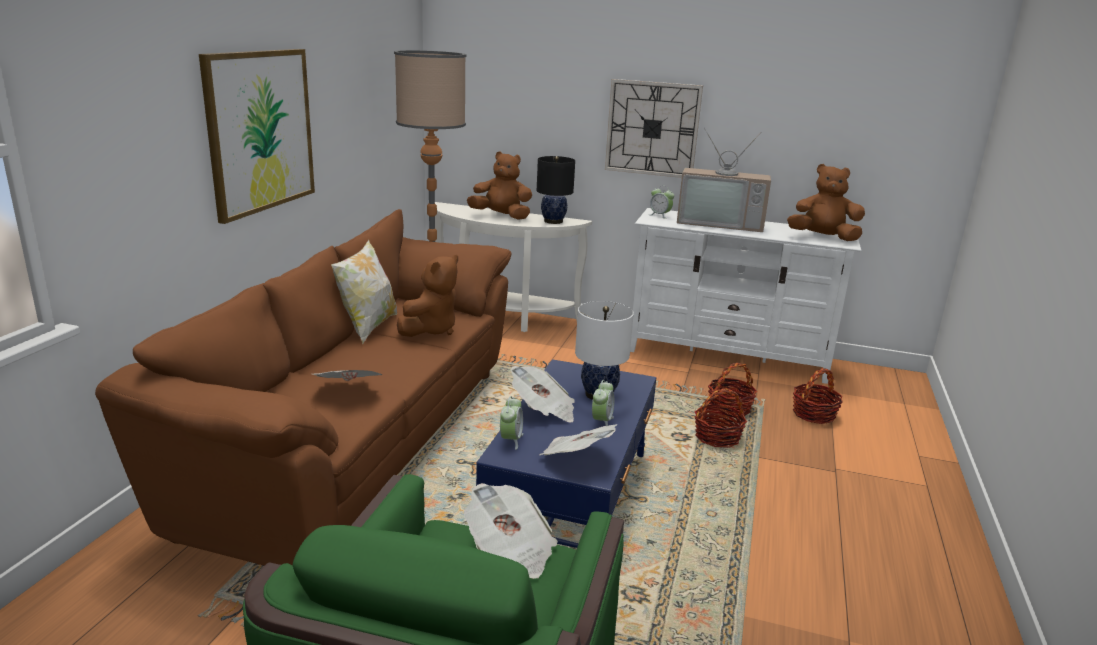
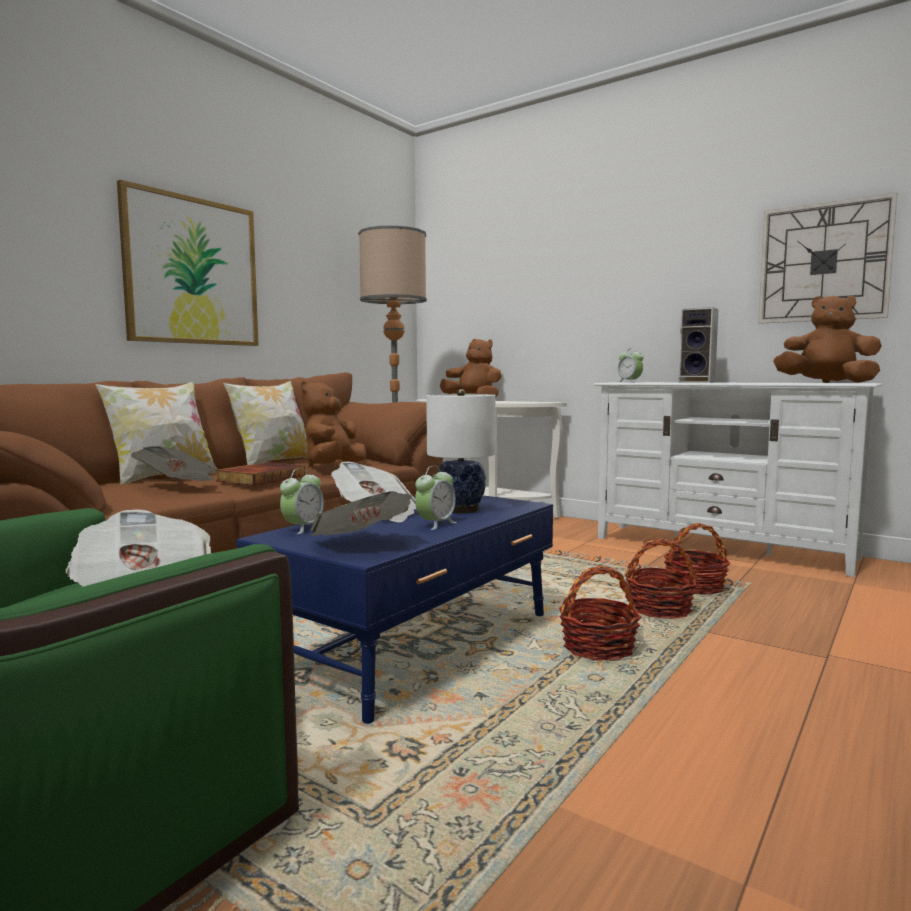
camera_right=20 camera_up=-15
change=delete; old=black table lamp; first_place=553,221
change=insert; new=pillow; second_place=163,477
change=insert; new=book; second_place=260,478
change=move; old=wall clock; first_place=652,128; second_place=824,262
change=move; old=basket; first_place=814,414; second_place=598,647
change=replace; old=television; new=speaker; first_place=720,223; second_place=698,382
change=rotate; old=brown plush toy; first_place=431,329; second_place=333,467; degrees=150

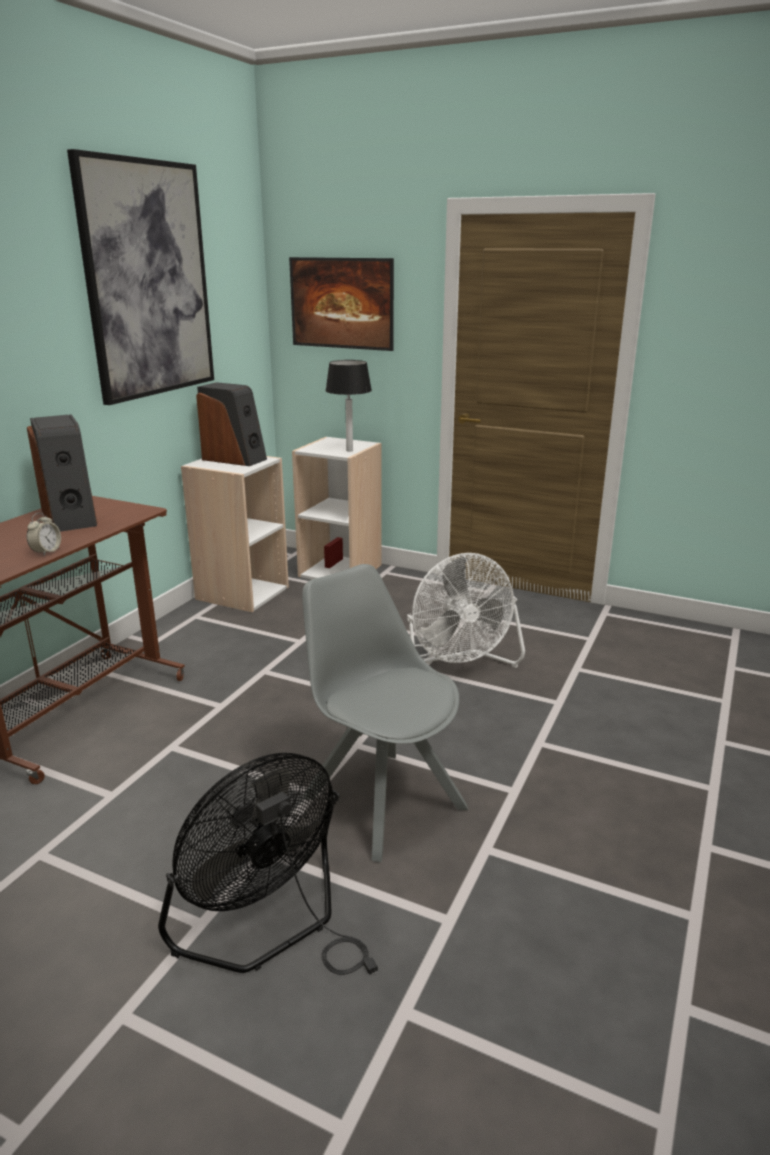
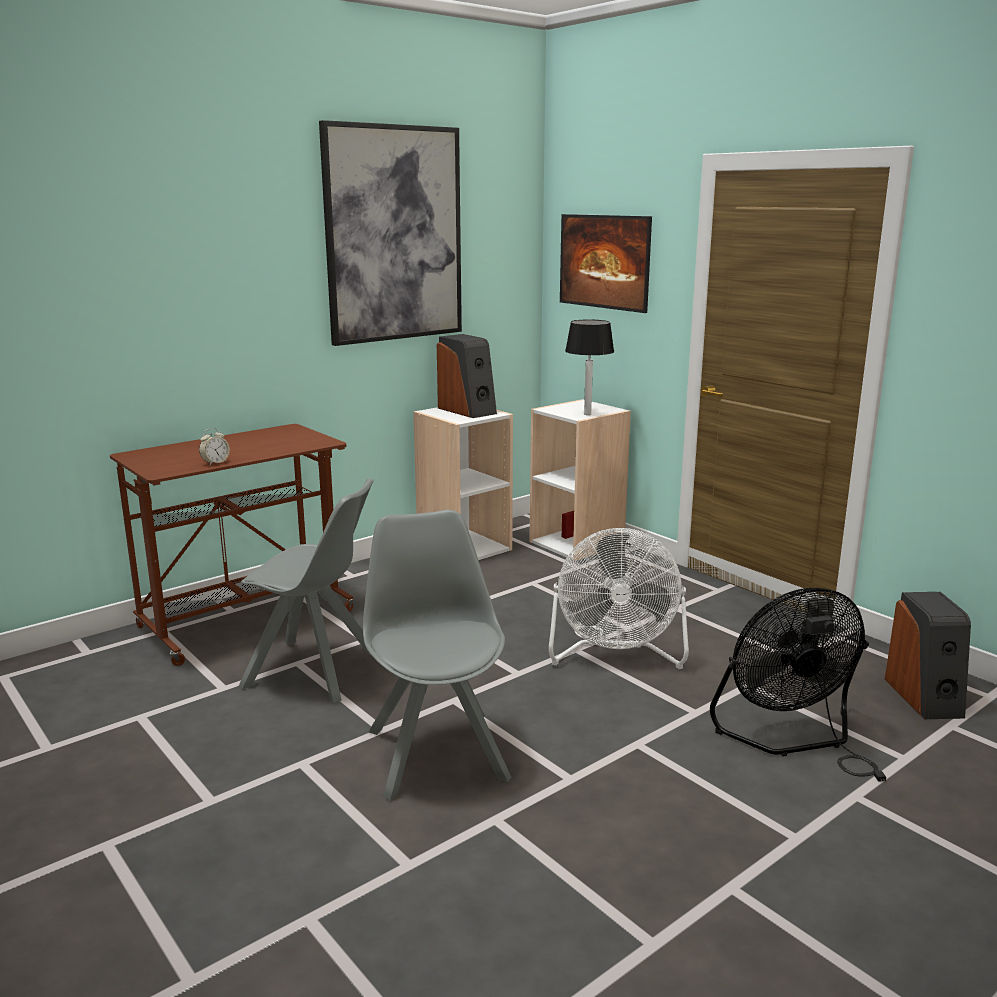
camera_right=25 camera_up=-5
change=insert; new=grey chair; second_place=315,671
change=move; old=speaker; first_place=71,517; second_place=925,697
change=move; old=black fan; first_place=280,927; second_place=802,738

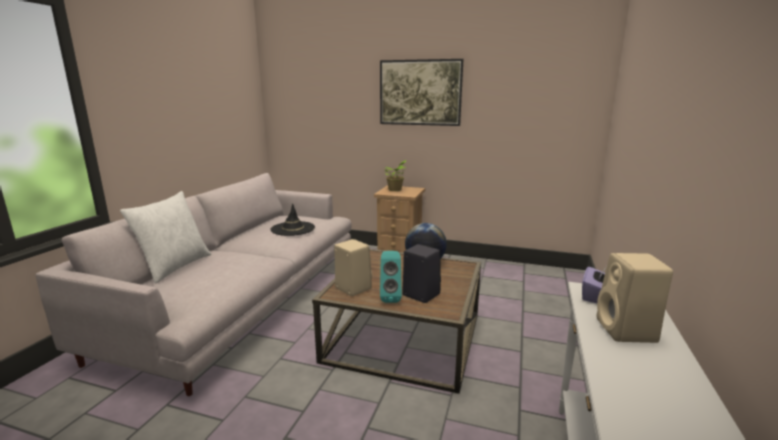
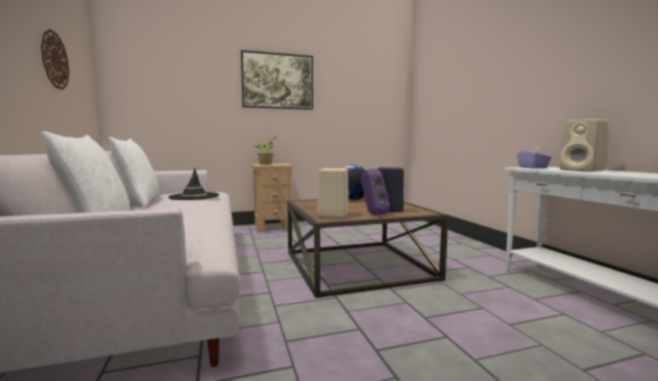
camera_right=-35 camera_up=-10
change=insert; new=wall clock; second_place=54,60
change=insert; new=white pillow; second_place=139,202
change=recolor; old=turquoise speaker; new=purple speaker; first_place=390,297; second_place=372,214

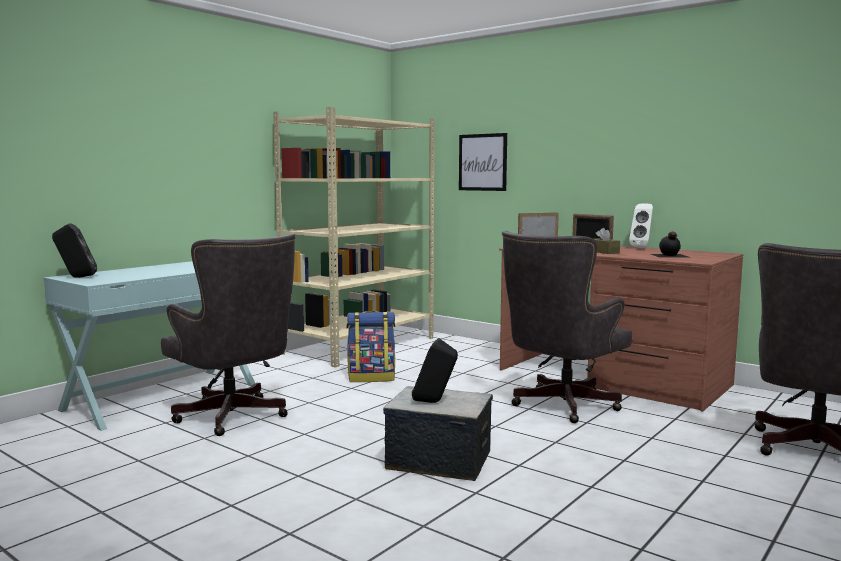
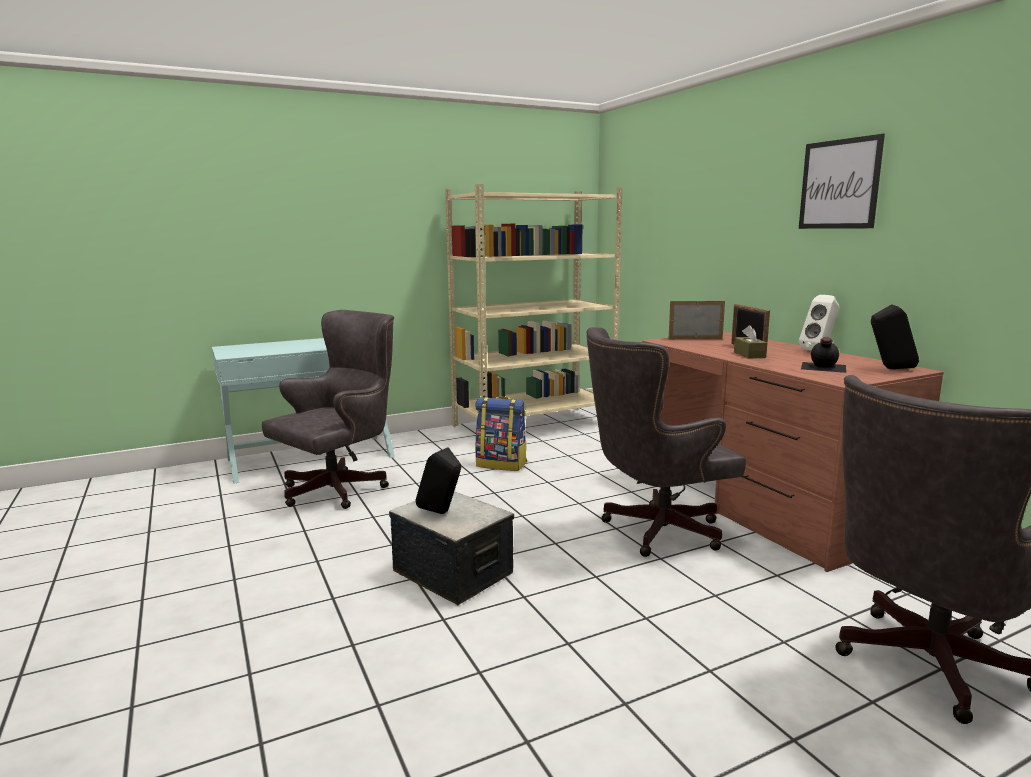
camera_right=25 camera_up=5
change=move; old=black speaker; first_place=76,277; second_place=890,368
change=move; old=picture; first_place=482,162; second_place=839,184
change=rotate; old=grey office chair; first_place=235,417; second_place=339,488; degrees=-120

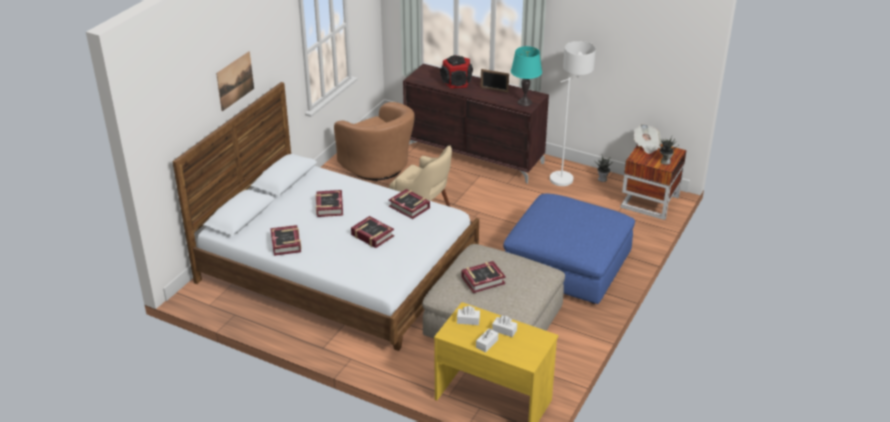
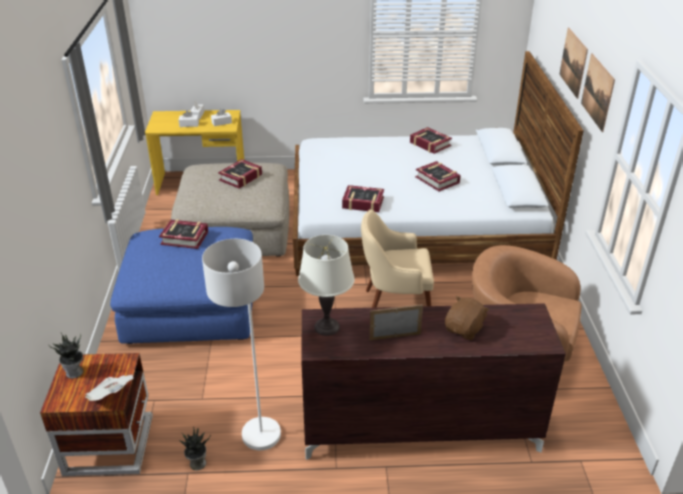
camera_right=150 camera_up=0
change=insert; new=picture; second_place=597,92
change=move; old=book; first_place=372,235; second_place=185,238
change=replace; old=speaker; new=brown plush toy; first_place=457,82; second_place=464,329
change=recolor; old=turquoise table lamp; new=white table lamp; first_place=524,102; second_place=327,327

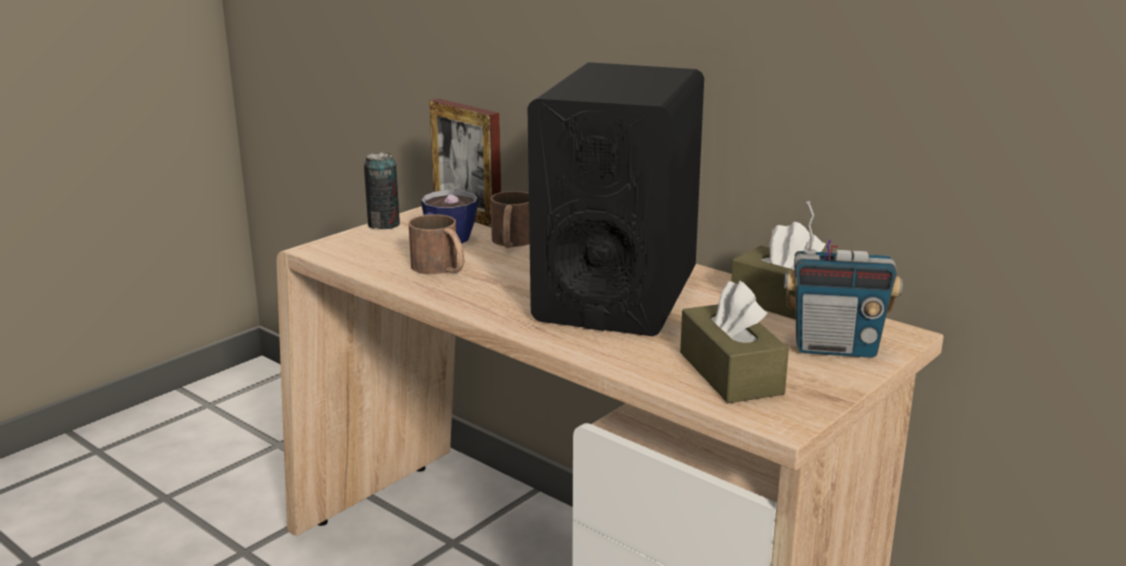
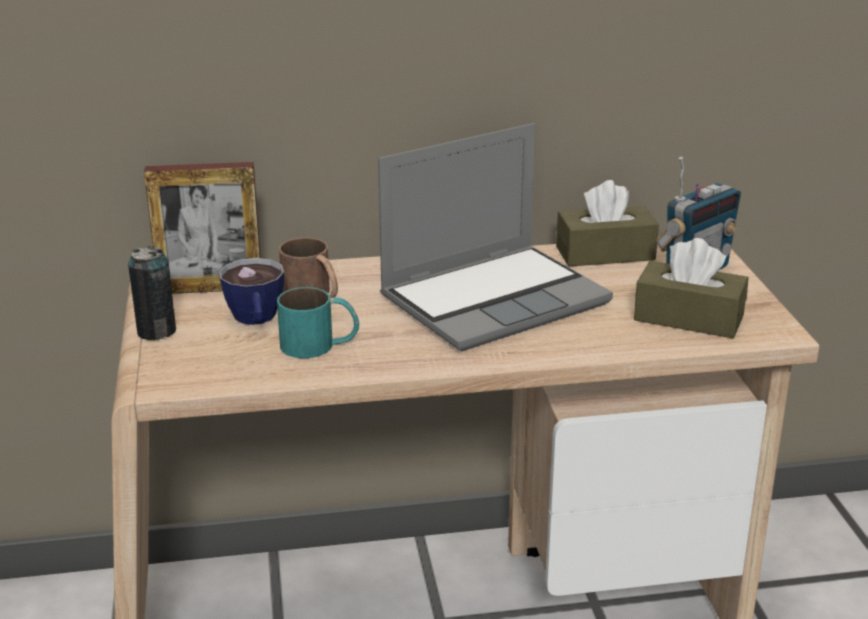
camera_right=-50 camera_up=5
change=replace; old=black speaker; new=laptop; first_place=617,294; second_place=495,299
change=recolor; old=brown mug; new=turquoise mug; first_place=441,269; second_place=320,345

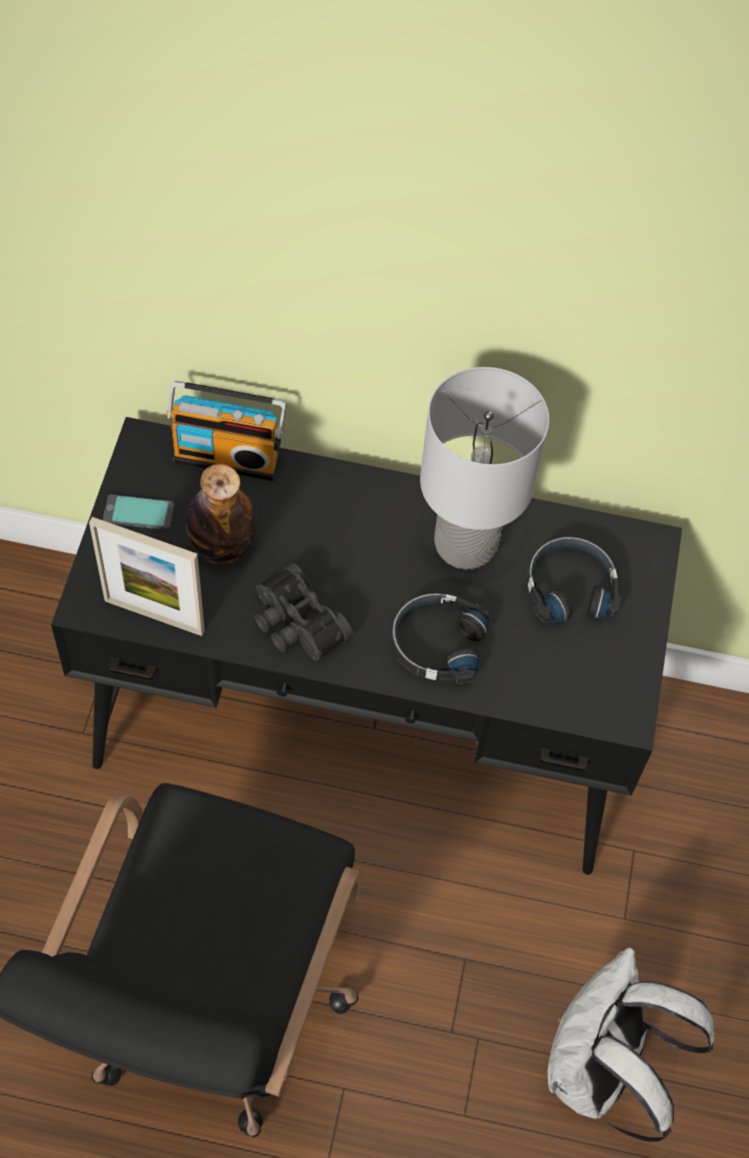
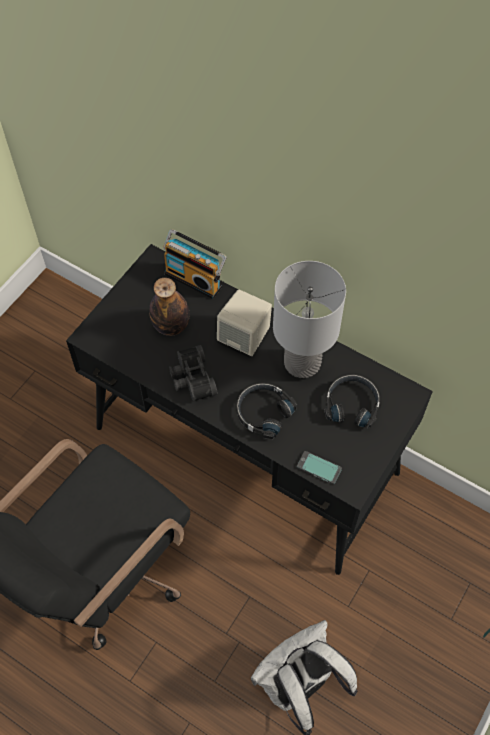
camera_right=25 camera_up=0
change=delete; old=picture frame; first_place=154,615
change=insert; new=beige speaker; second_place=244,338
change=move; old=phone; first_place=138,513; second_place=319,468

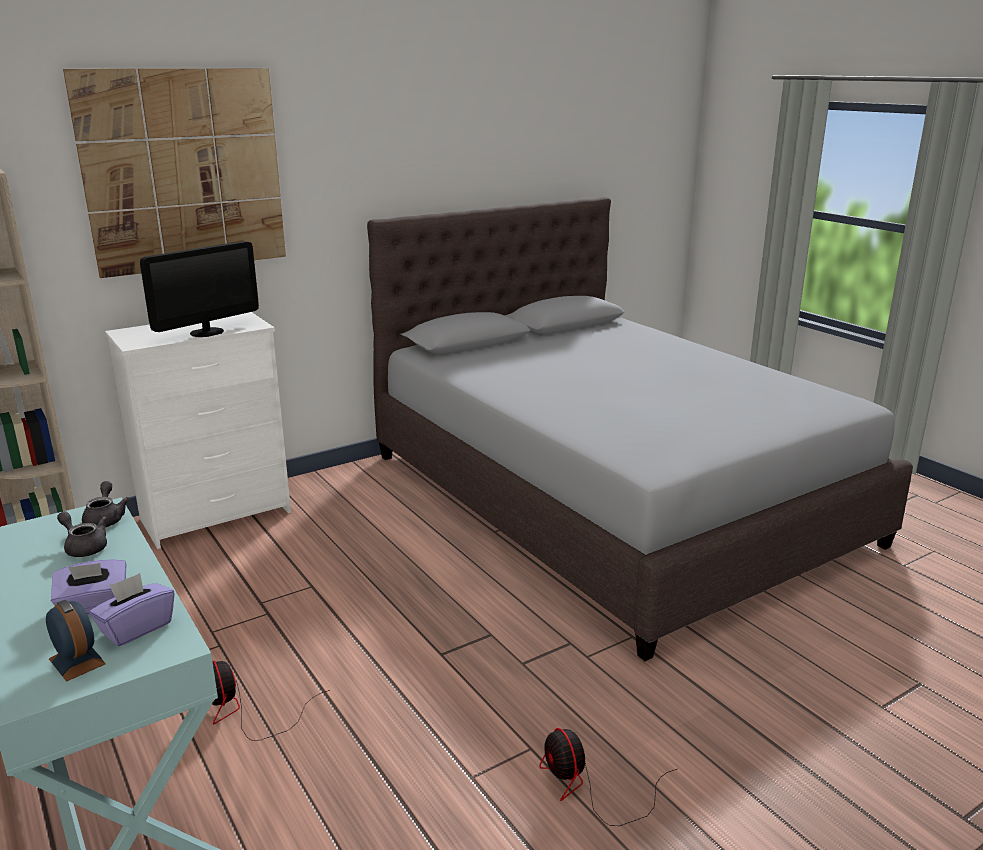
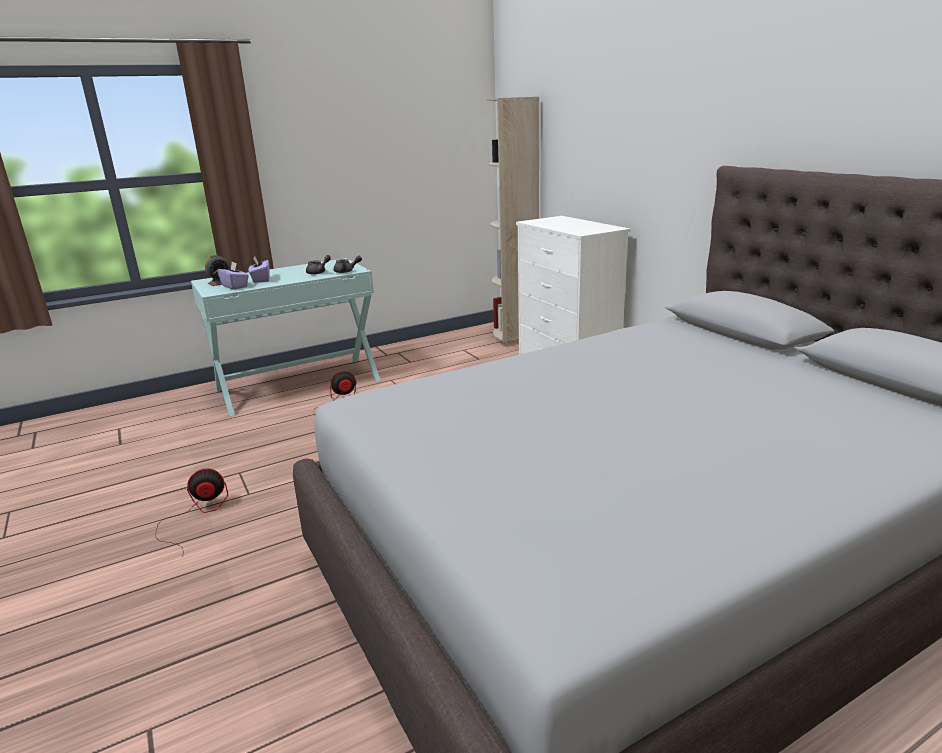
camera_right=95 camera_up=0
change=delete; old=picture; first_place=184,171
change=delete; old=monitor; first_place=207,332

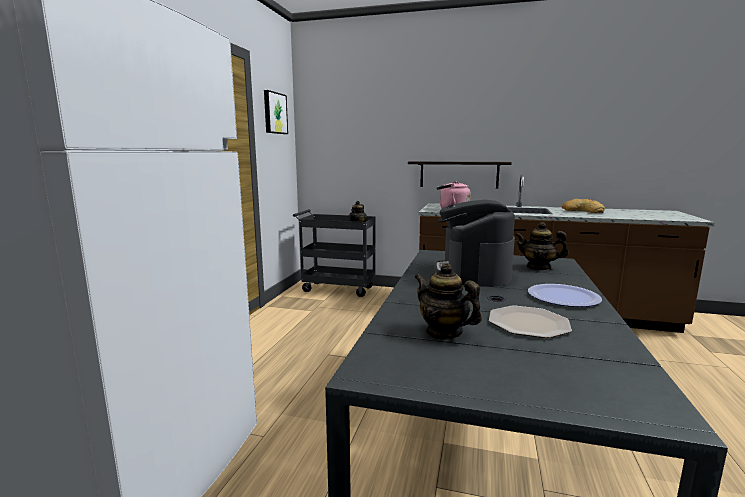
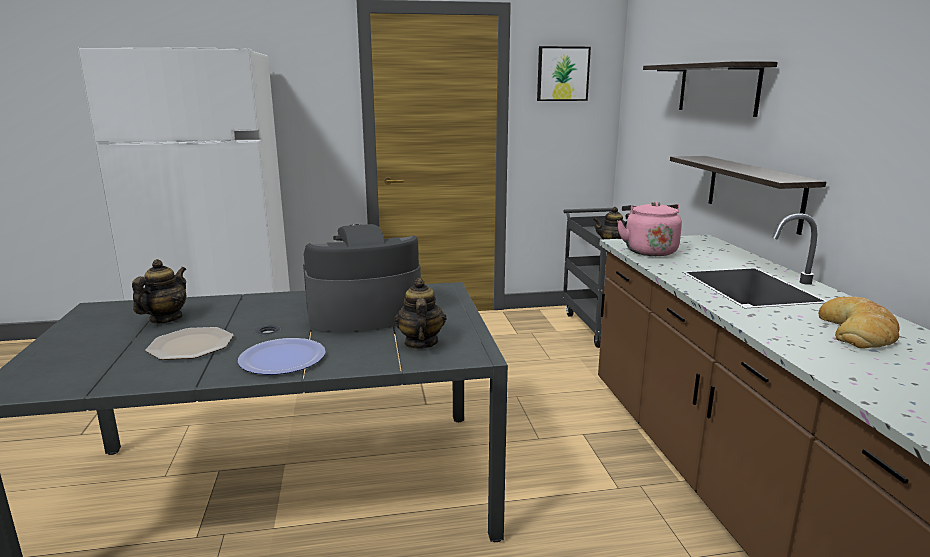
camera_right=65 camera_up=5
change=insert; new=shelf; second_place=717,88

